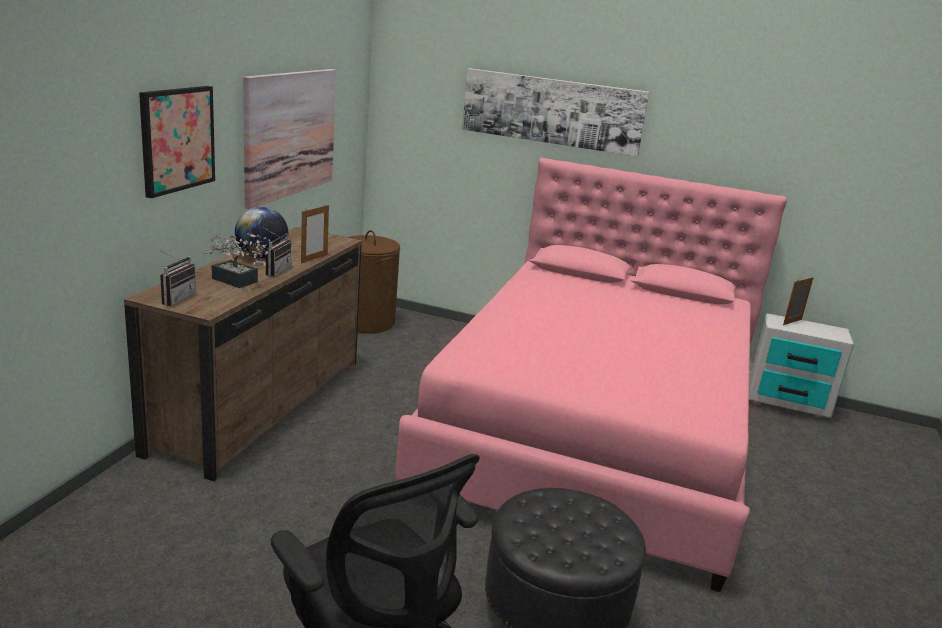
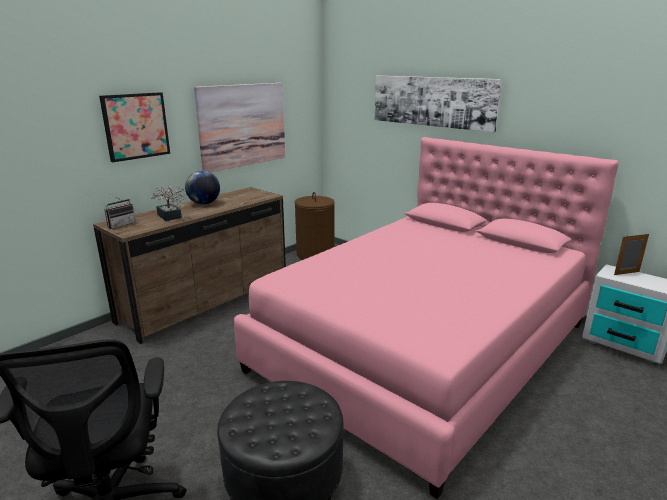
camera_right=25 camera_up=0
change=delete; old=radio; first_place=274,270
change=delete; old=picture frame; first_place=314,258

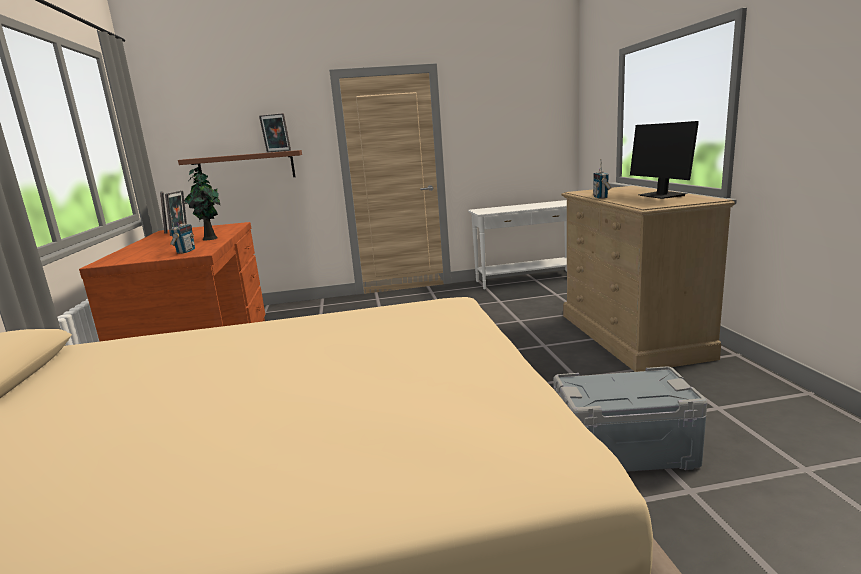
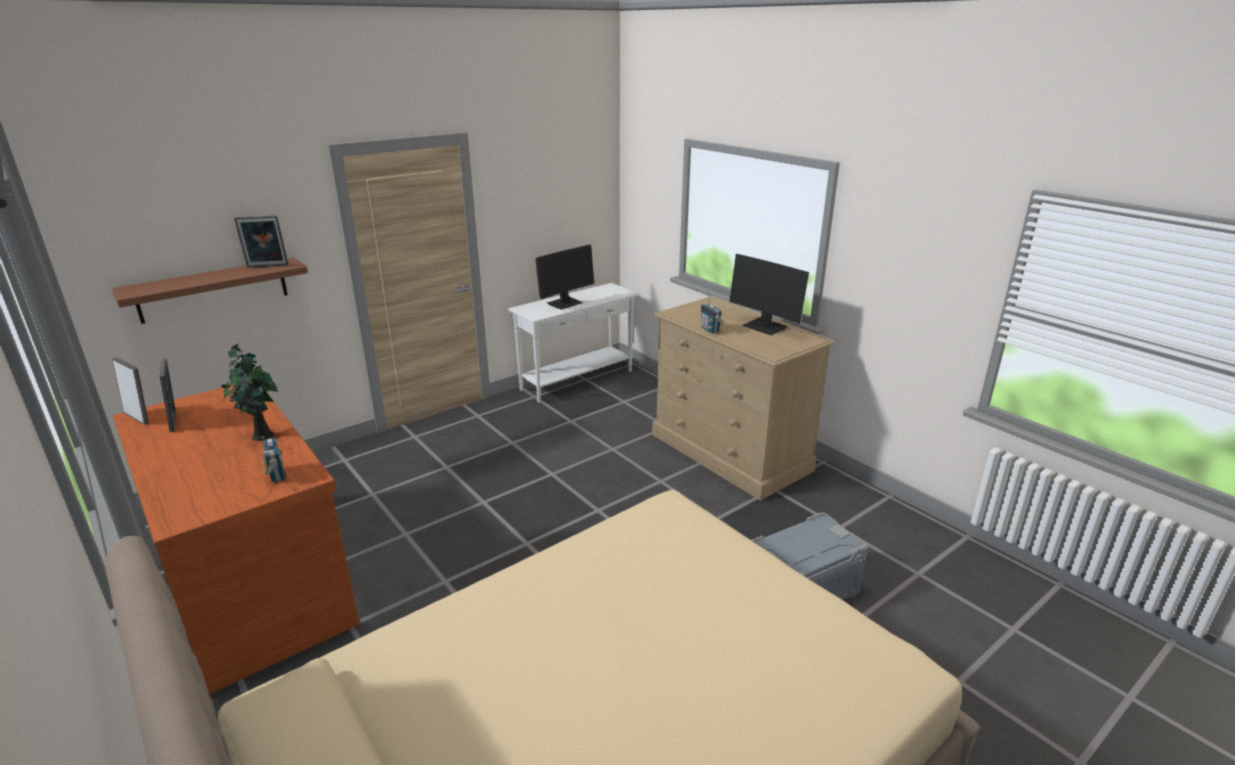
camera_right=-30 camera_up=10
change=insert; new=monitor; second_place=565,304

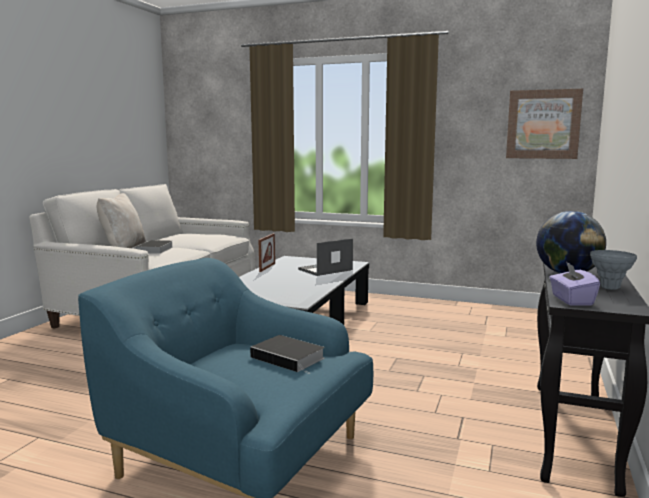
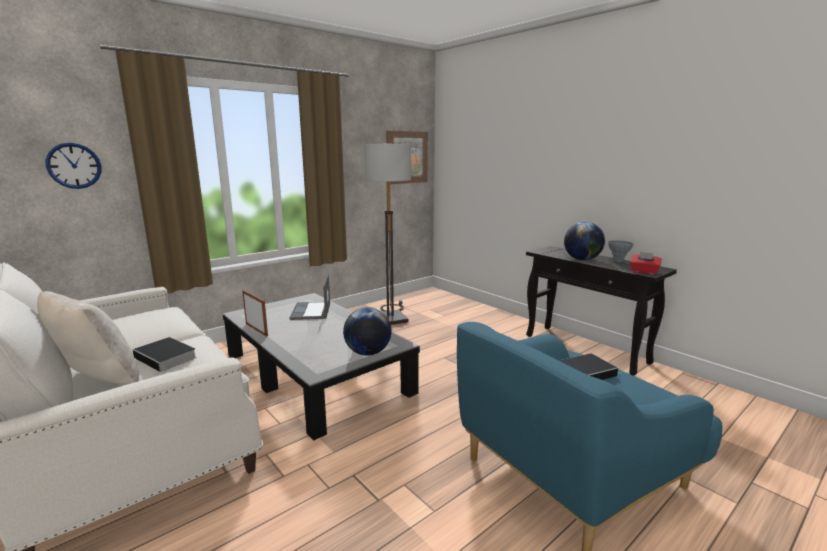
camera_right=-60 camera_up=5
change=insert; new=wall clock; second_place=74,166
change=insert; new=globe; second_place=368,353
change=insert; new=floor lamp; second_place=391,316
change=recolor; old=purple tissue box; new=red tissue box; first_place=571,300; second_place=644,272

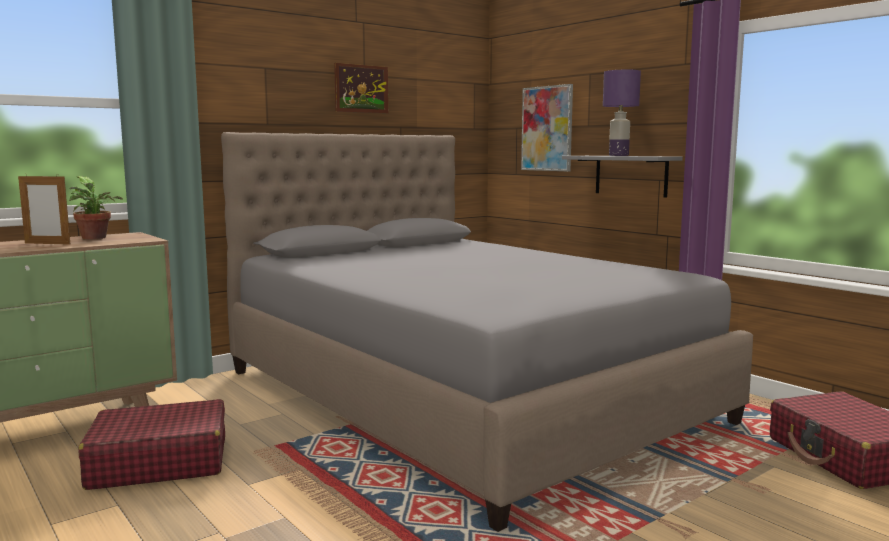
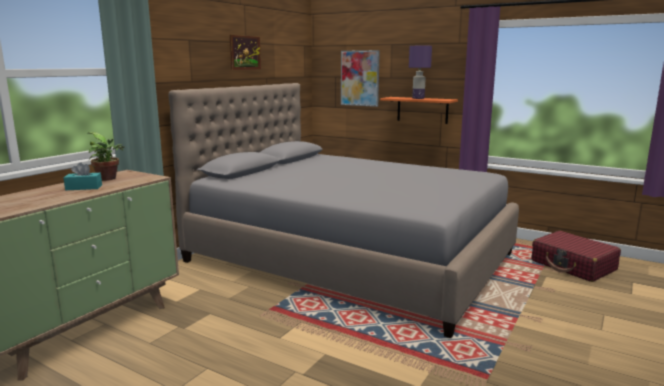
camera_right=-20 camera_up=5
change=delete; old=red suitcase; first_place=159,462
change=replace; old=picture frame; new=turquoise tissue box; first_place=47,243; second_place=84,187
change=recolor; old=grey shelf; new=orange shelf; first_place=631,175; second_place=422,110

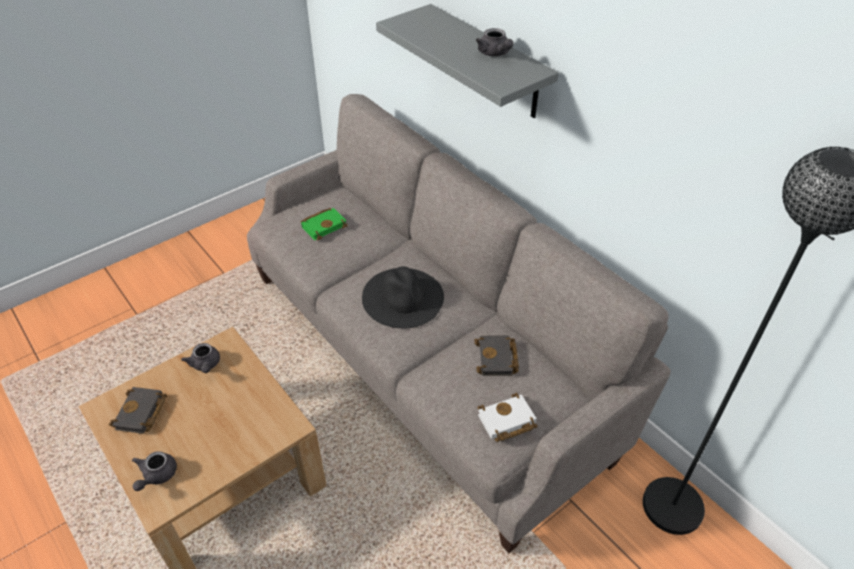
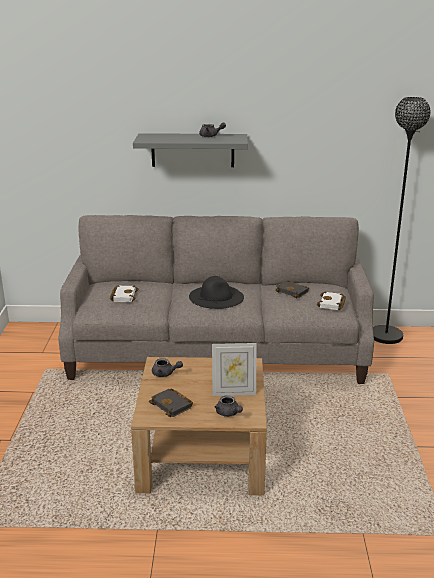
camera_right=-50 camera_up=-20
change=insert; new=picture frame; second_place=234,392
change=recolor; old=green book; new=white book; first_place=324,225; second_place=123,296

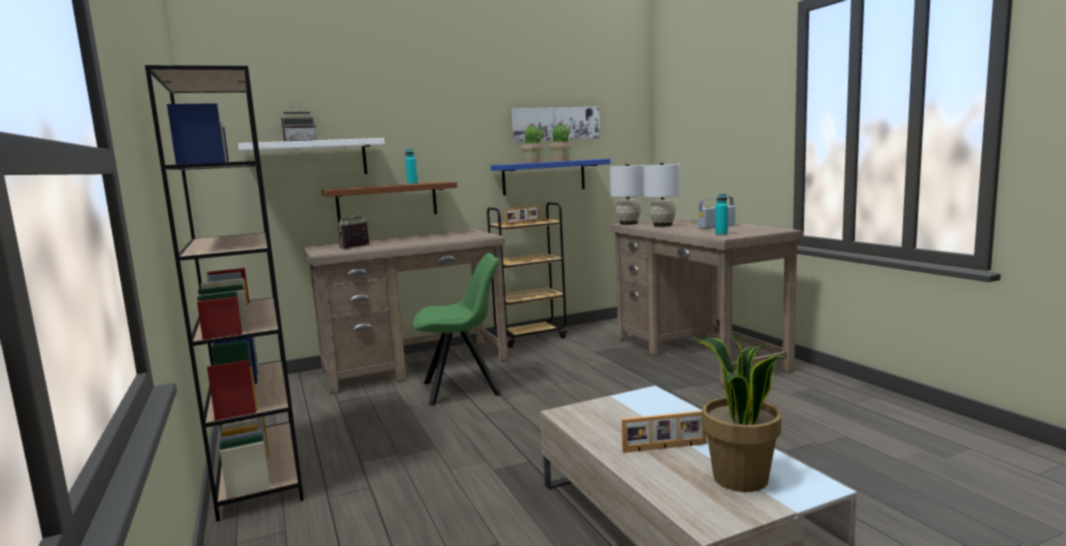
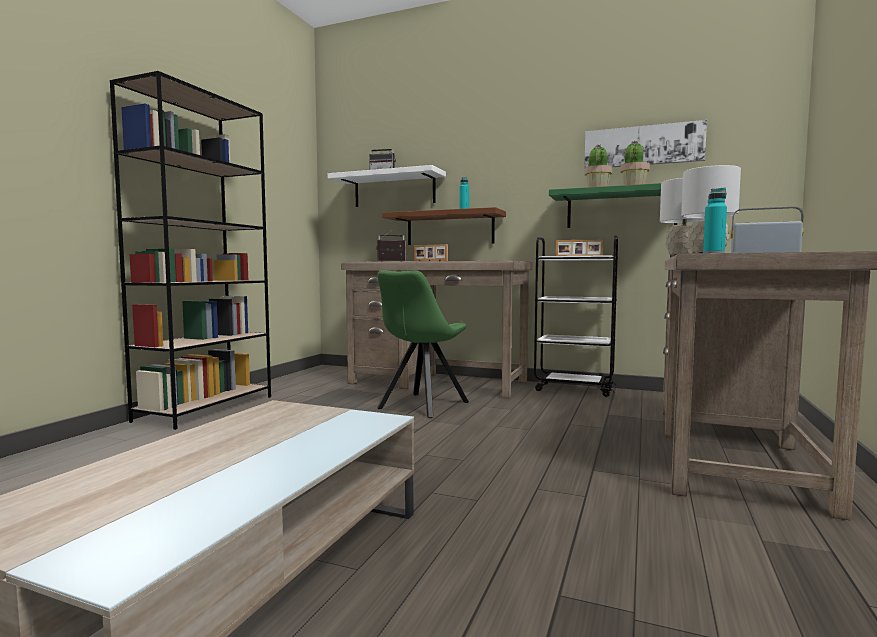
camera_right=45 camera_up=-5
change=delete; old=potted plant; first_place=739,479
change=move; old=picture frame; first_place=665,448; second_place=430,261
change=recolor; old=brown cart; new=white cart; first_place=531,338; second_place=575,389
change=recolor; old=blue shelf; new=green shelf; first_place=544,177; second_place=620,209
change=rotate; old=green chair; first_place=462,389; second_place=422,405; degrees=90

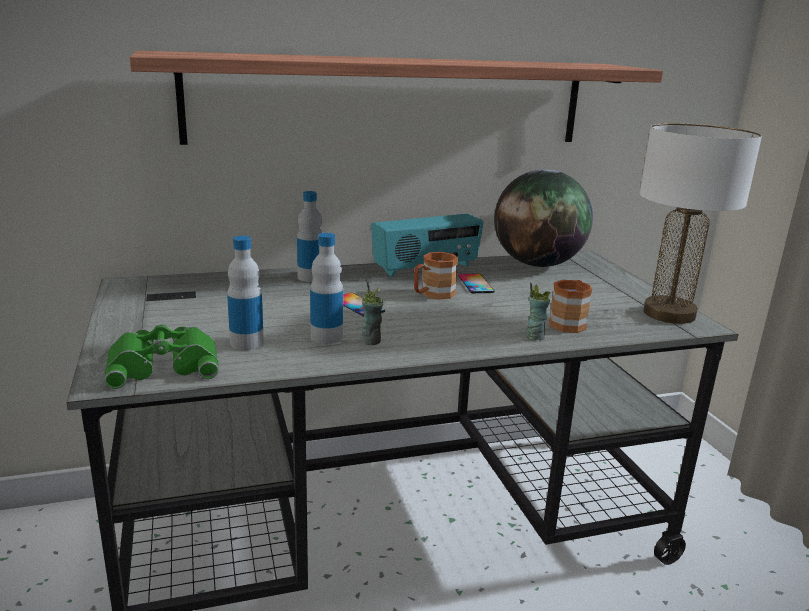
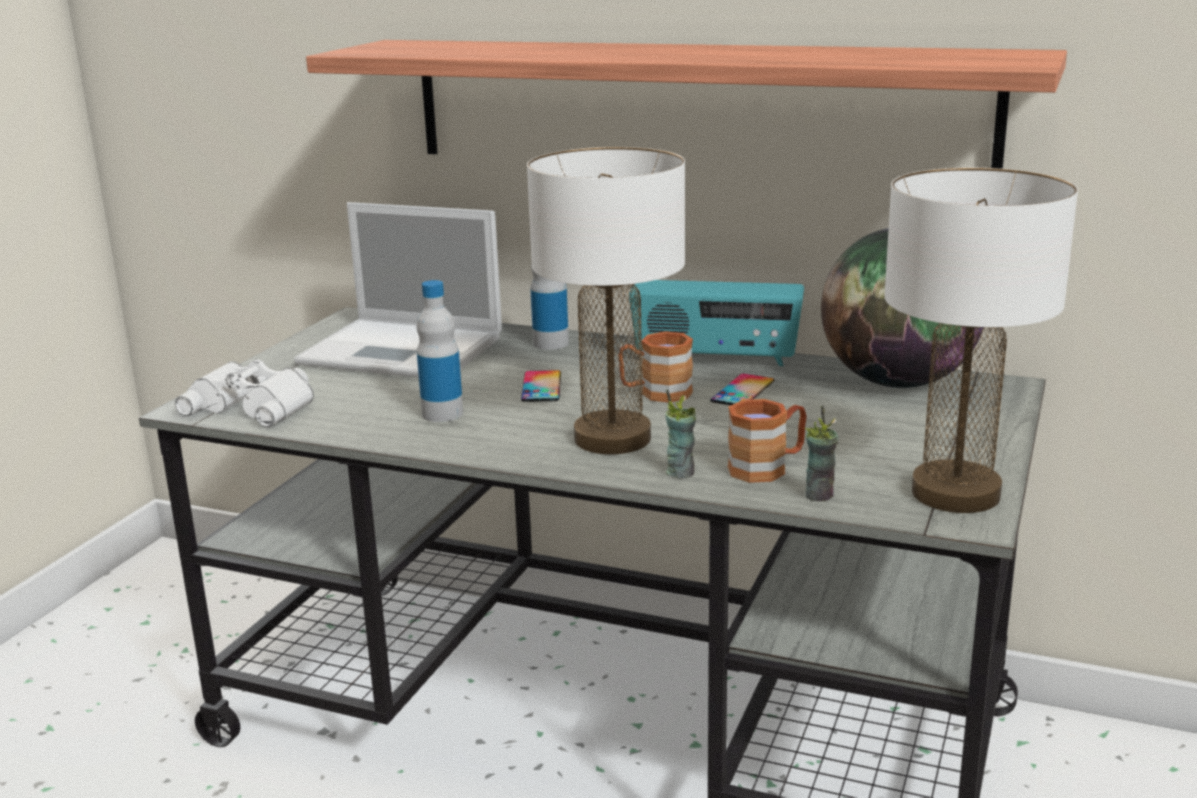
camera_right=40 camera_up=0
change=delete; old=bottle; first_place=247,343
change=insert; new=laptop; second_place=405,350
change=insert; new=table lamp; second_place=611,438
change=move; old=cup; first_place=371,341; second_place=819,495
change=recolor; old=green binoculars; new=white binoculars; first_place=164,364; second_place=255,404

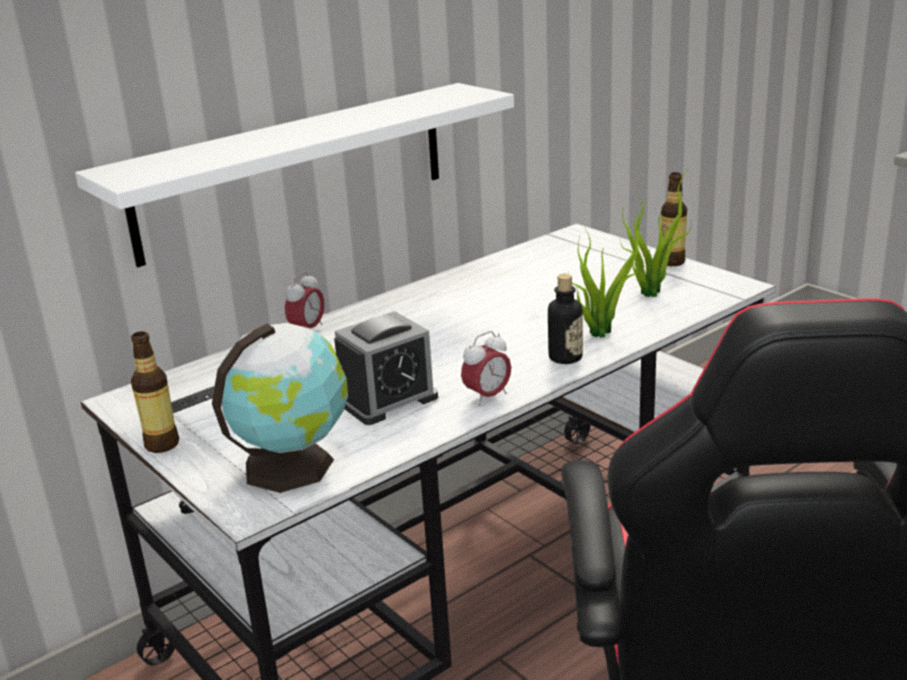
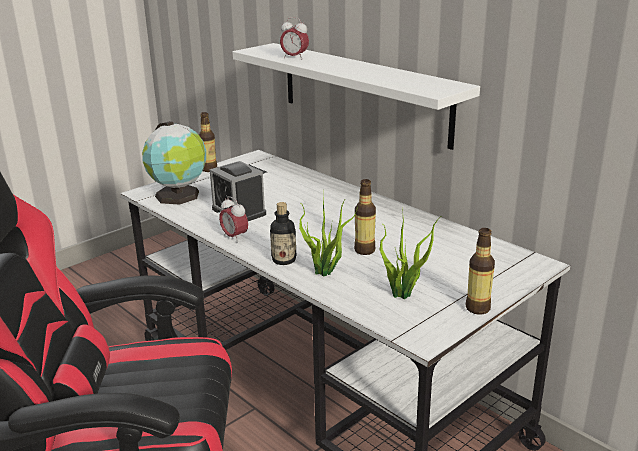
camera_right=85 camera_up=0
change=insert; new=bottle; second_place=364,250
change=move; old=alarm clock; first_place=307,329; second_place=294,58

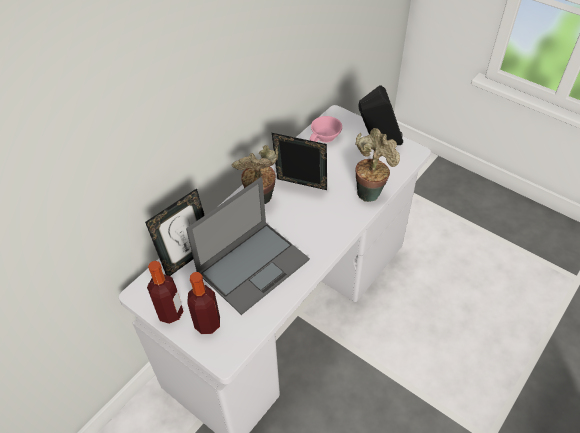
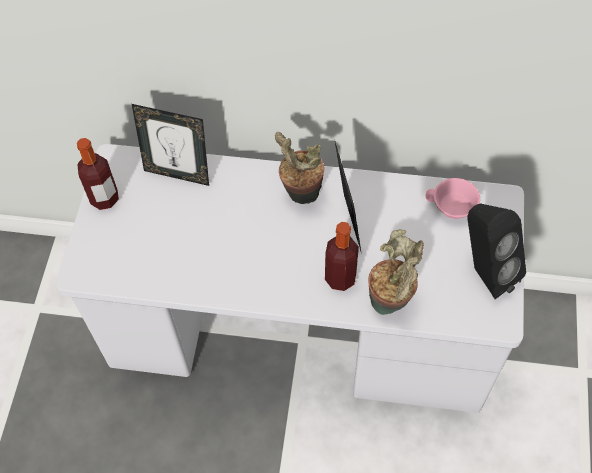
camera_right=60 camera_up=10
change=delete; old=laptop; first_place=254,265
change=move; old=bottle; first_place=207,324; second_place=340,278

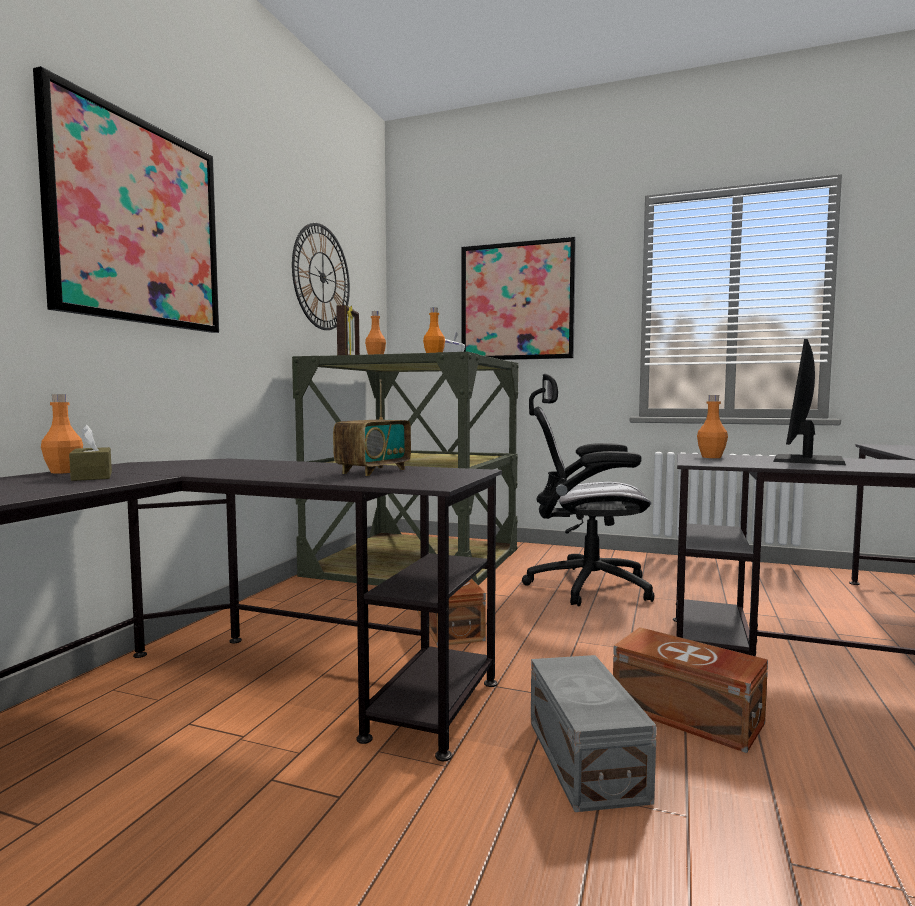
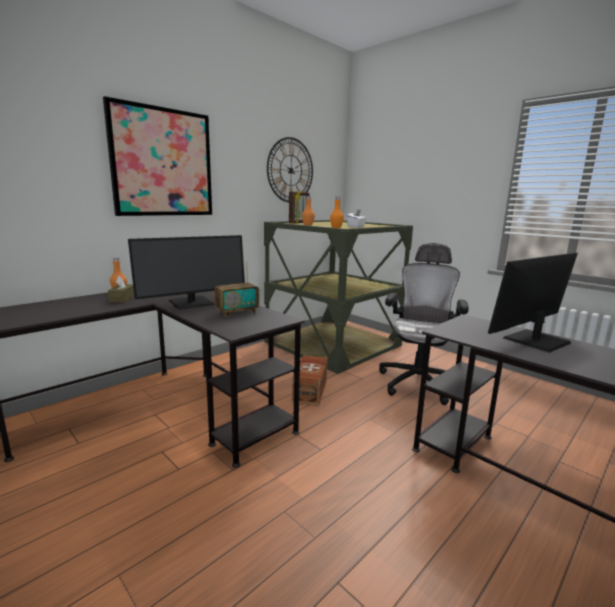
camera_right=25 camera_up=10
change=delete; old=picture; first_place=517,301
change=delete; old=grey storage box; first_place=584,760
change=delete; old=brown storage box; first_place=687,716
change=delete; old=orange bottle; first_place=711,457
change=insert; new=monitor; second_place=192,303
change=rotate; old=office chair; first_place=588,587; second_place=418,383; degrees=75

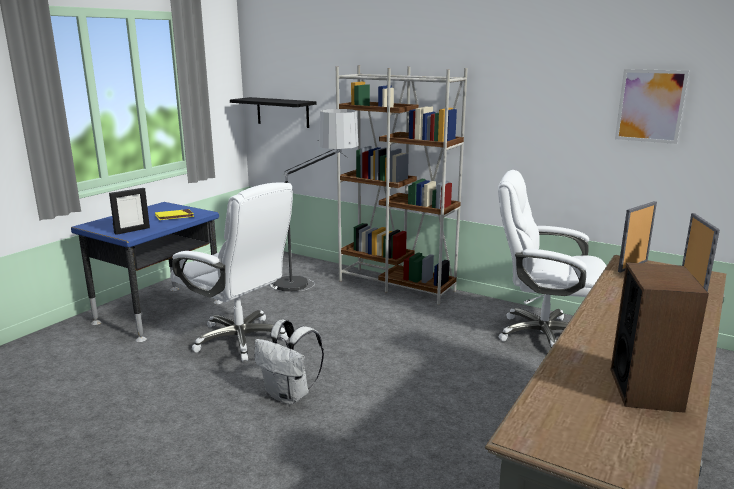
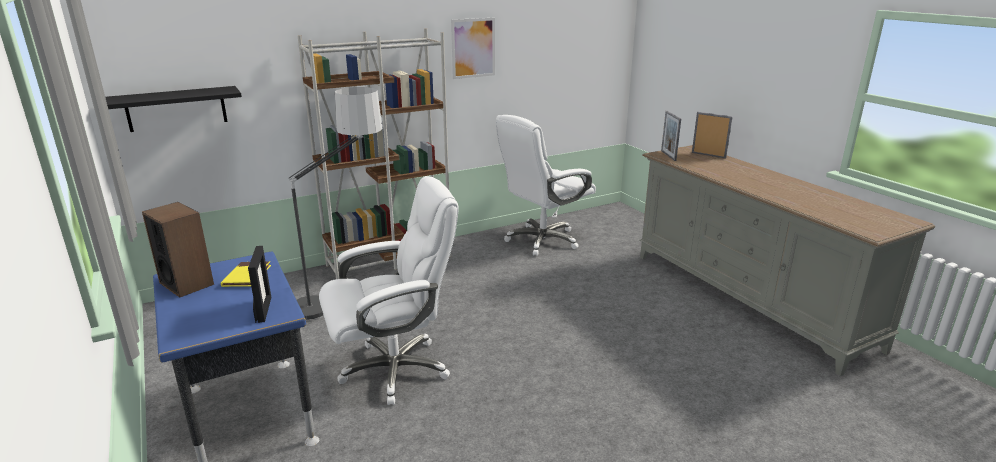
camera_right=-60 camera_up=5
change=delete; old=white backpack; first_place=289,395
change=move; old=speaker; first_place=646,389; second_place=187,283
change=move; old=picture; first_place=650,106; second_place=473,48

